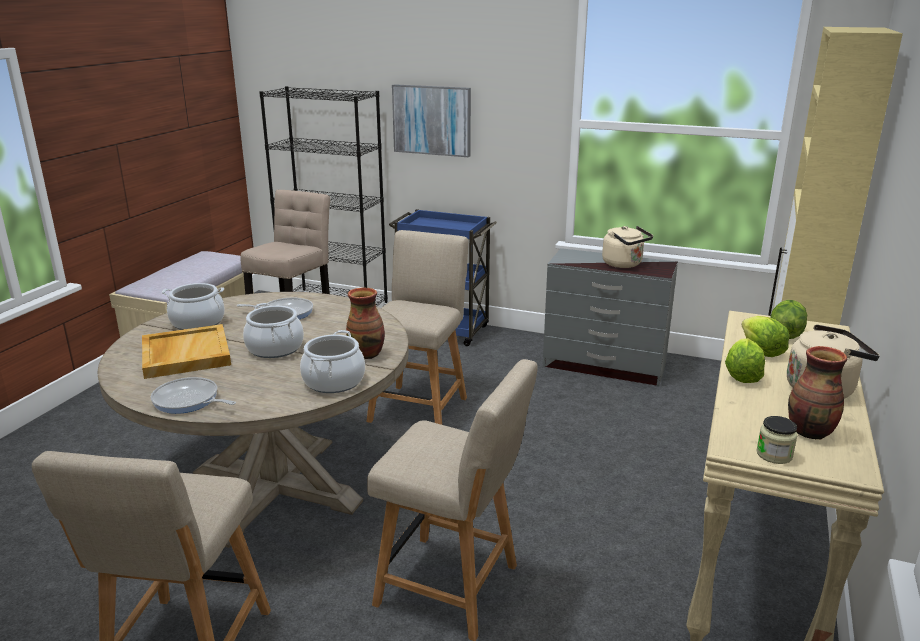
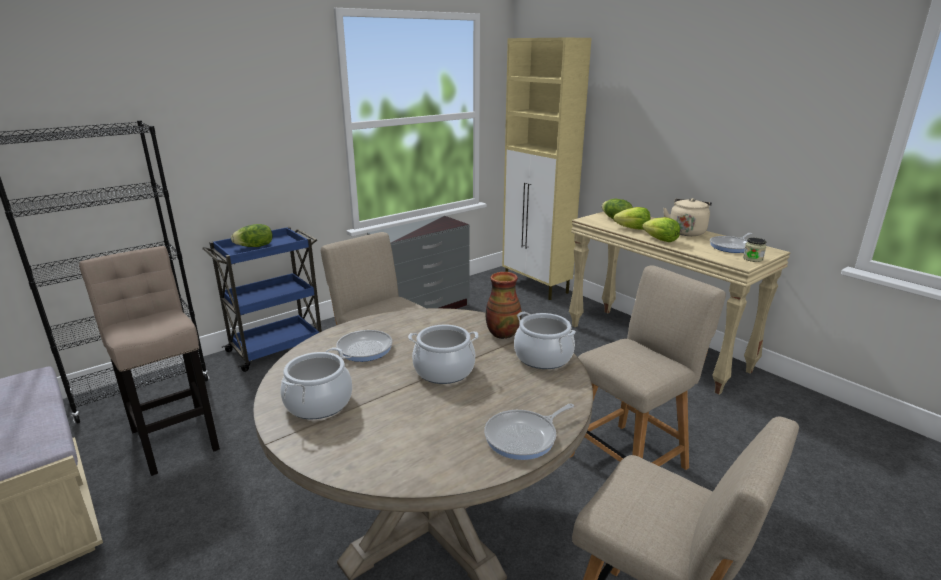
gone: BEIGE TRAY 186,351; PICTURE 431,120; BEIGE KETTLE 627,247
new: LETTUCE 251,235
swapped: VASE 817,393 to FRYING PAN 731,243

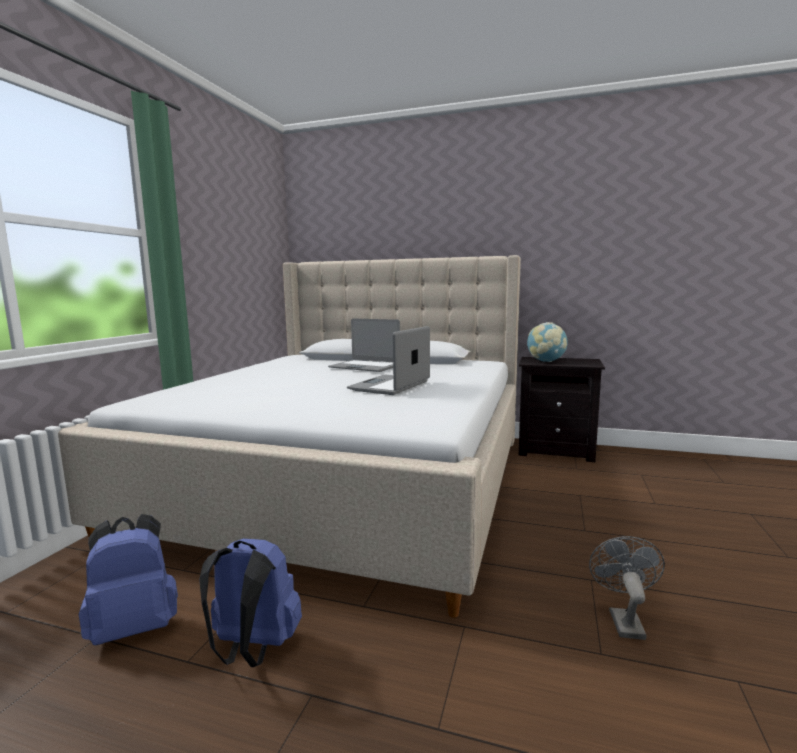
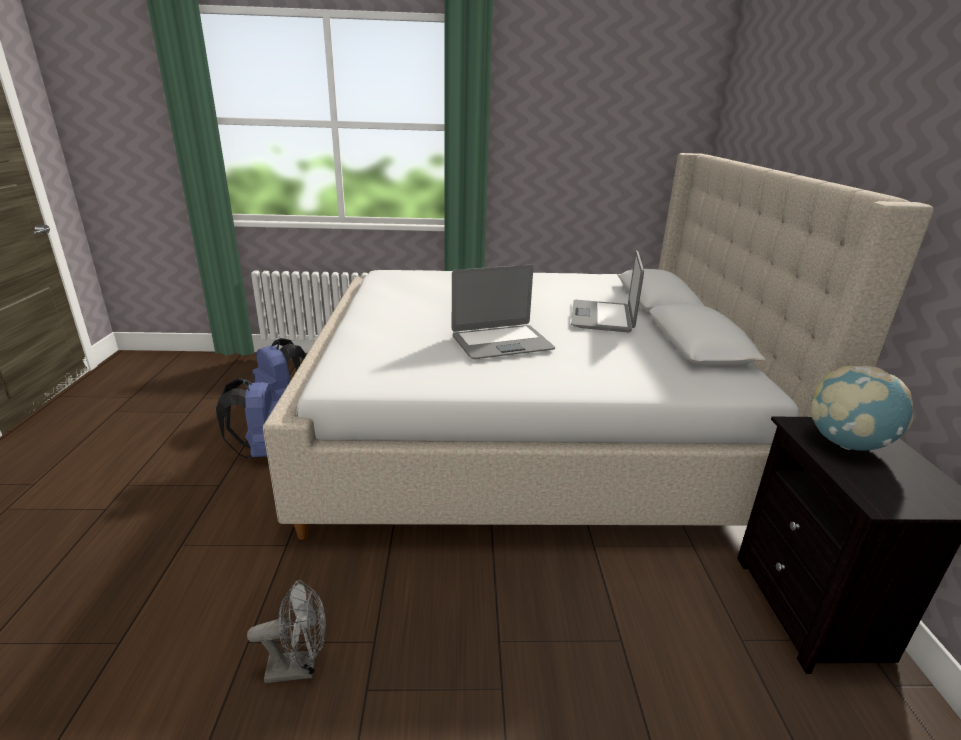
rotated: LAPTOP 388,360 = 503,312 150 degrees clockwise

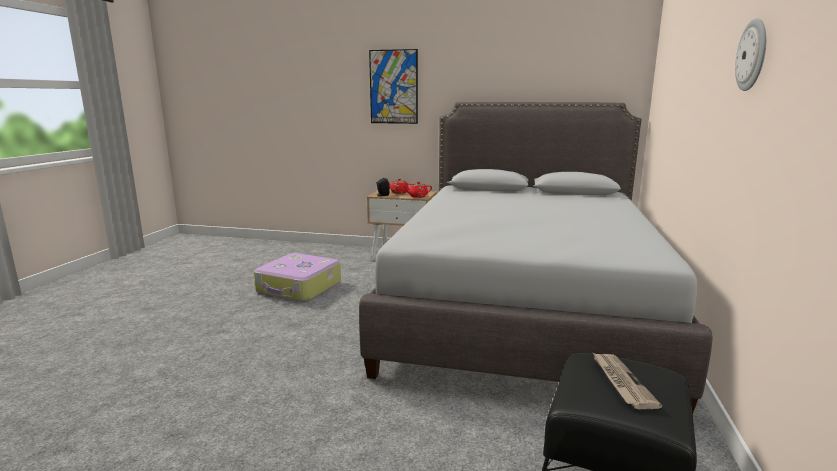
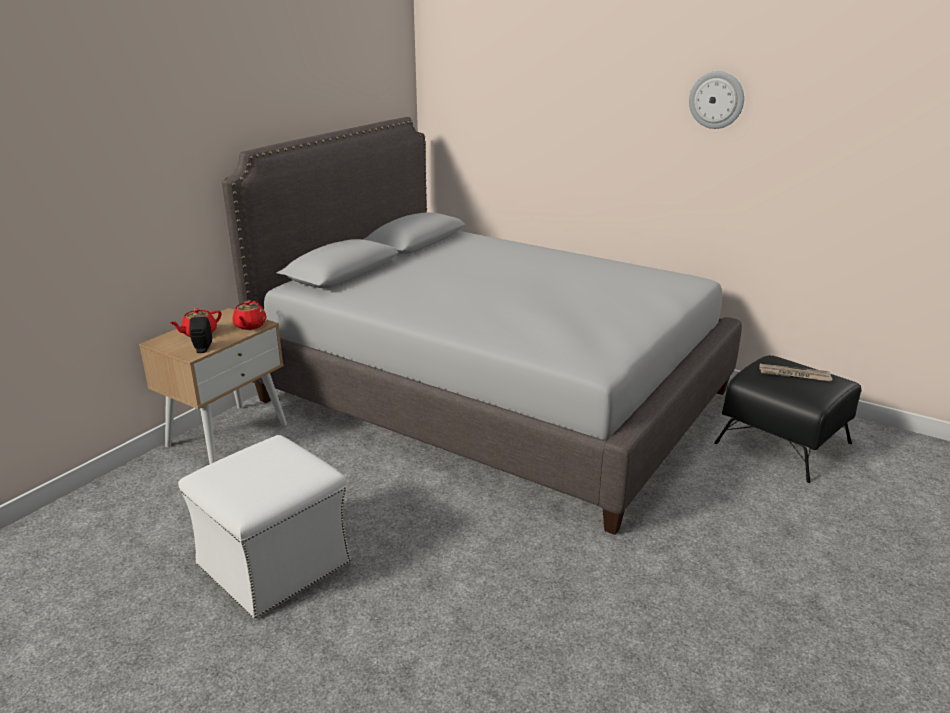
gone: PICTURE 393,86
swapped: SUITCASE 297,277 to WHITE OTTOMAN 264,527

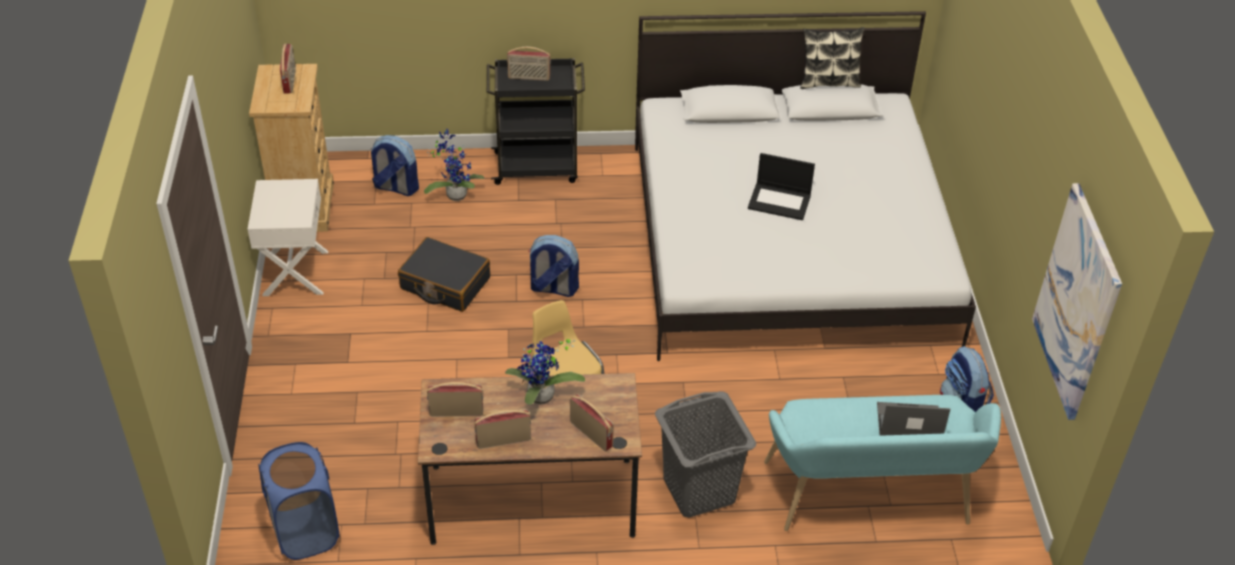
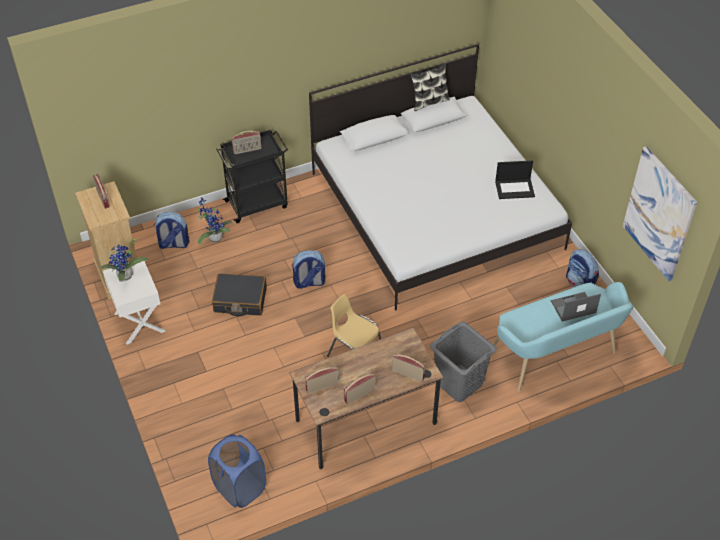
shifted: POTTED PLANT 545,372 to 124,260; LAPTOP 781,186 to 515,179

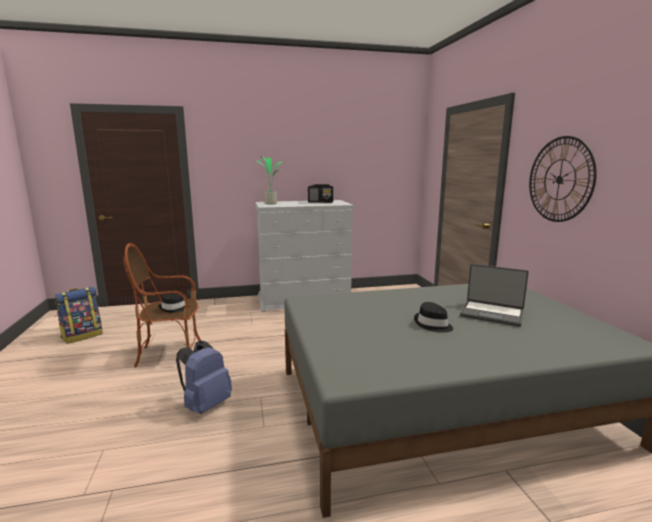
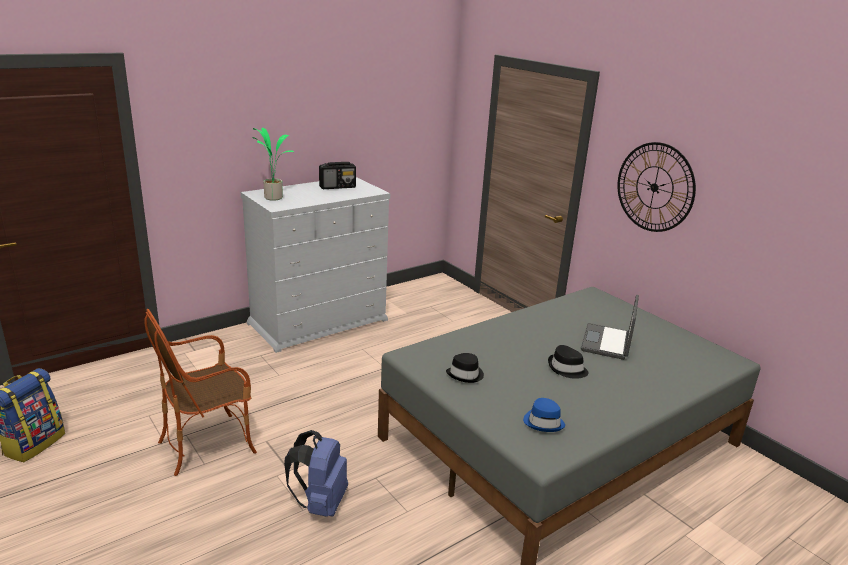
new: BLUE HAT 544,415
shifted: BLACK HAT 174,303 to 465,368
rotated: LAPTOP 494,295 = 610,327 105 degrees clockwise

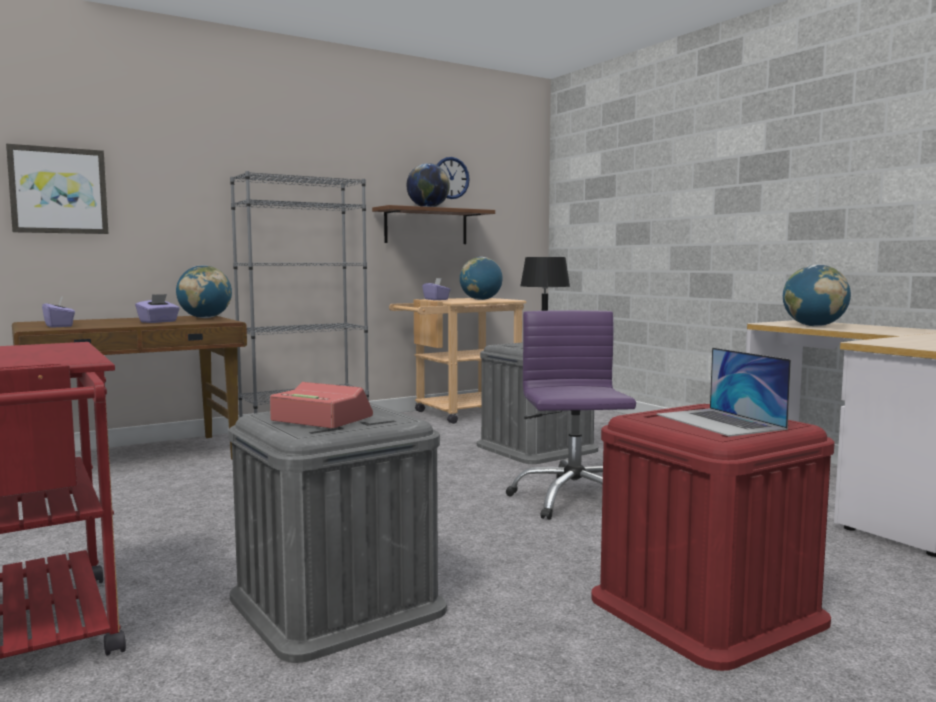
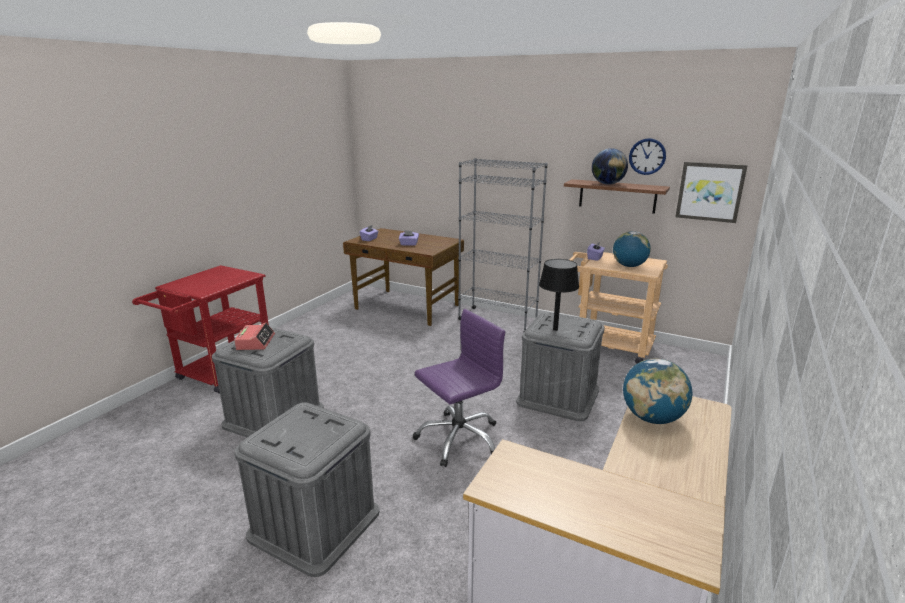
gone: GLOBE 204,291; LAPTOP 723,392
shifted: PICTURE 57,189 to 711,192
repainted: RED STORAGE BOX 713,537 to GREY STORAGE BOX 307,489

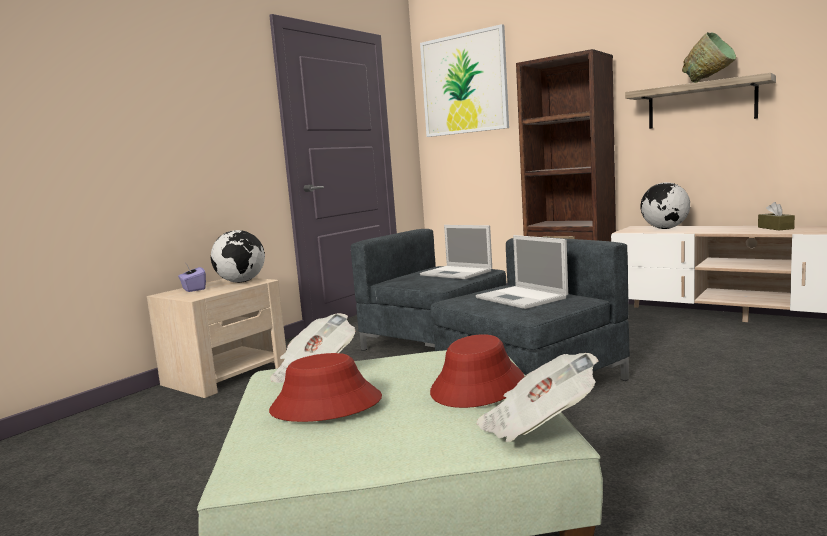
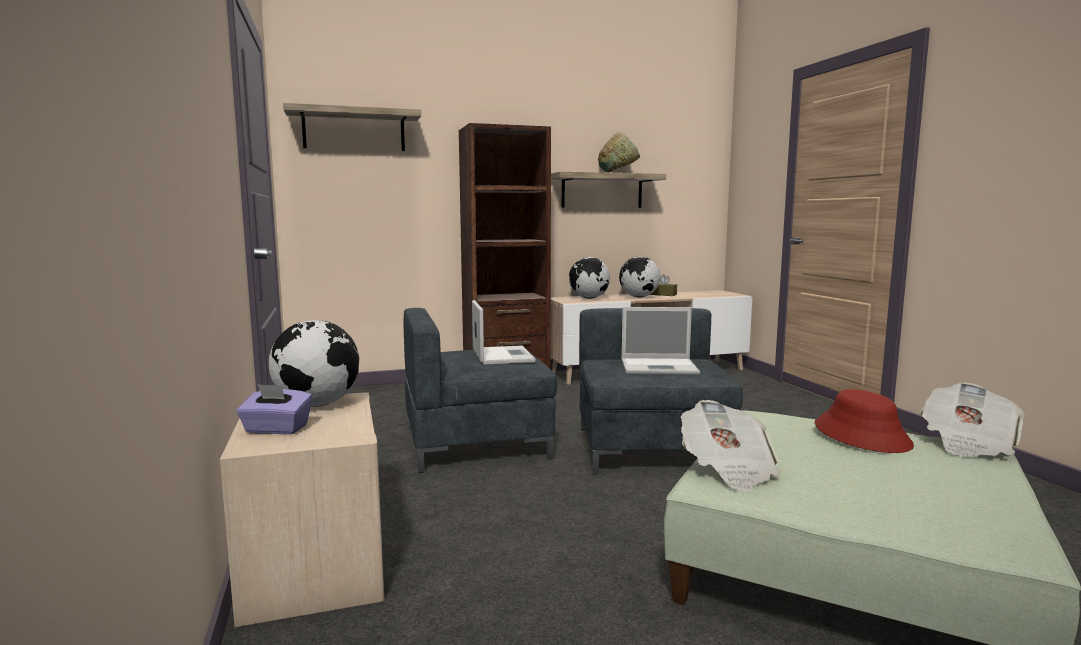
gone: RED HAT 325,387
new: GLOBE 639,276
swapped: PICTURE 464,80 to SHELF 352,127
rotated: LAPTOP 456,252 = 504,332 90 degrees counterclockwise

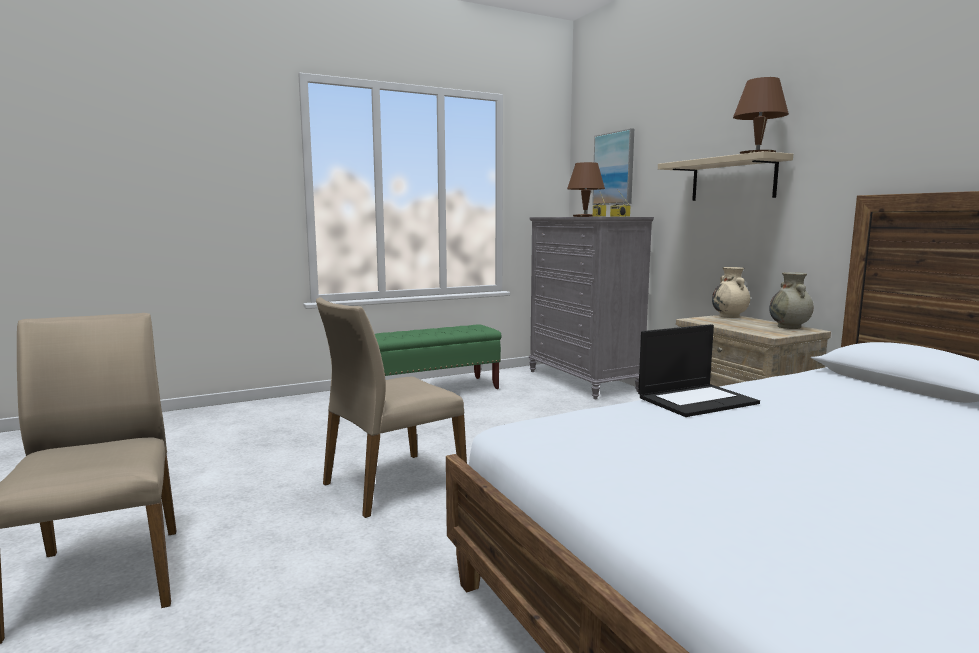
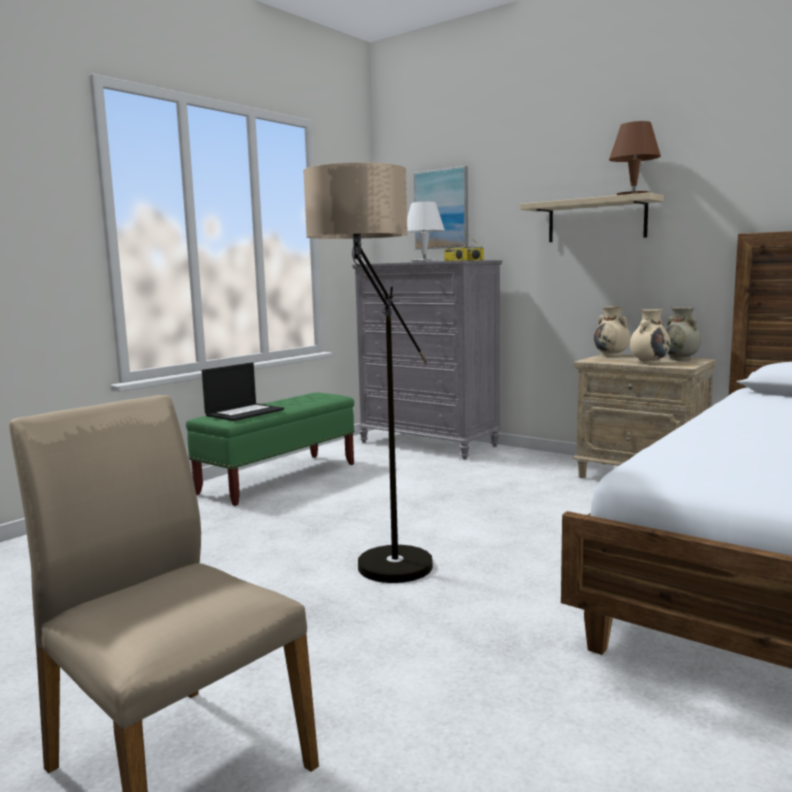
new: BEIGE VASE 650,336
shifted: LAPTOP 699,370 to 243,392
swapped: BEIGE CHAIR 391,407 to FLOOR LAMP 368,372
repainted: BROWN TABLE LAMP 586,189 to WHITE TABLE LAMP 426,232

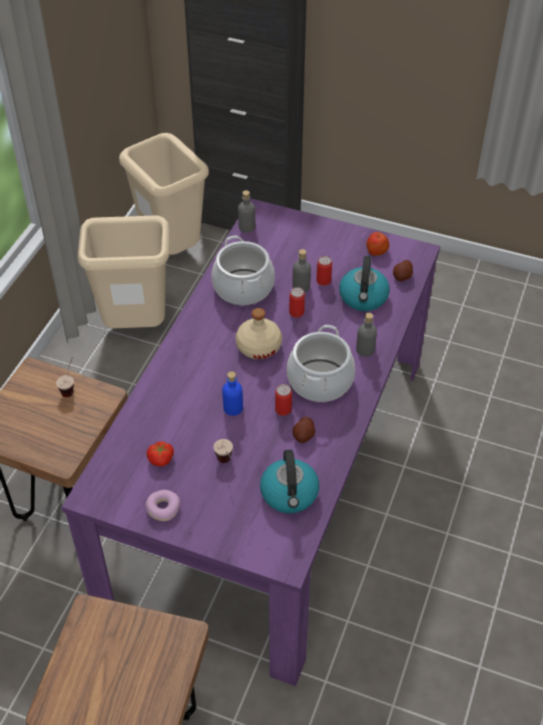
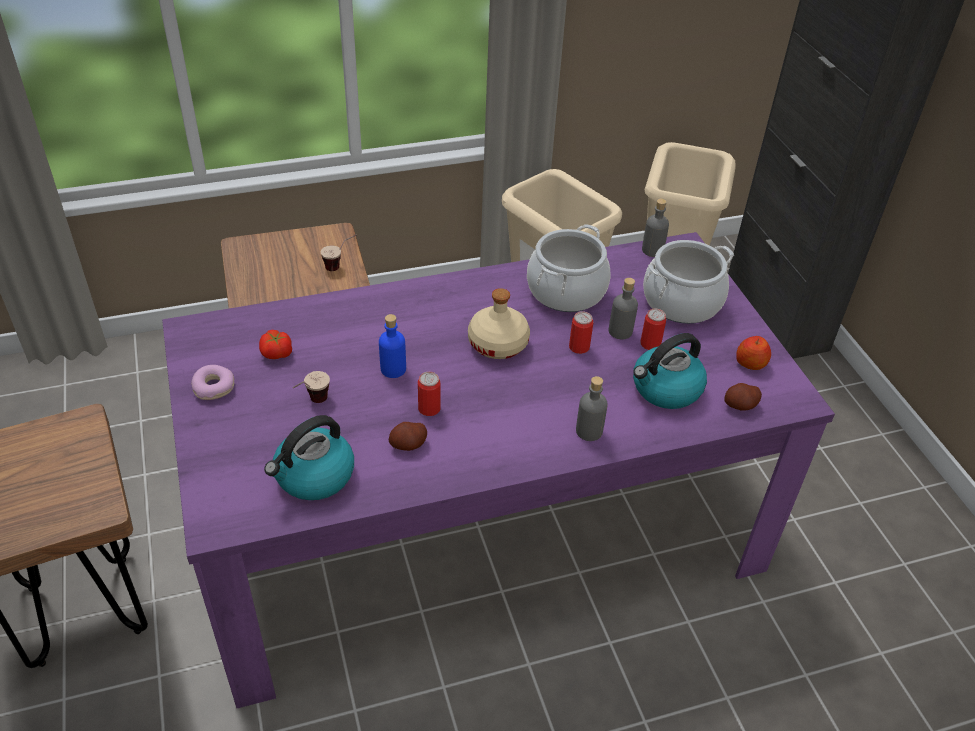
shifted: COOKING POT 321,363 to 688,282

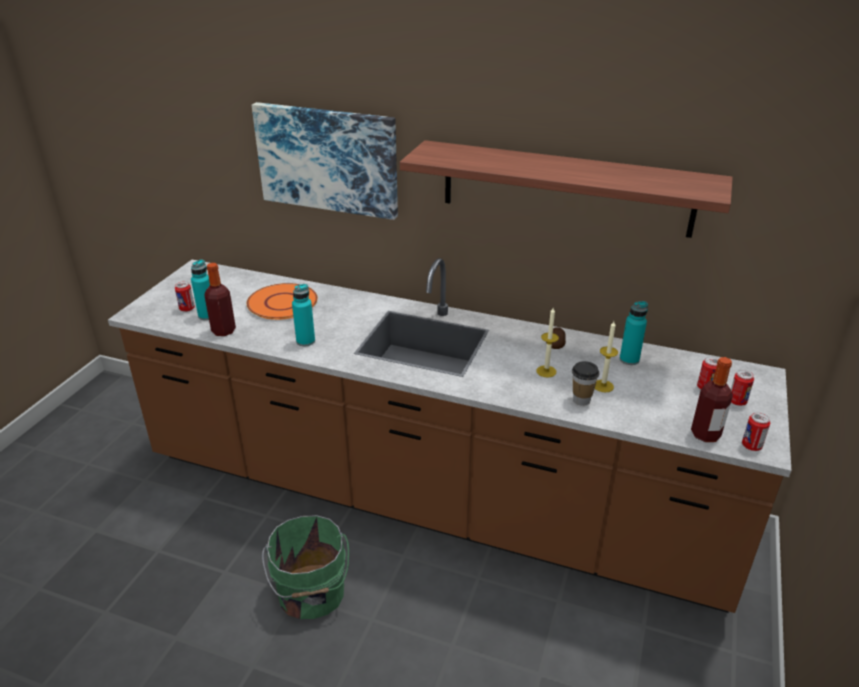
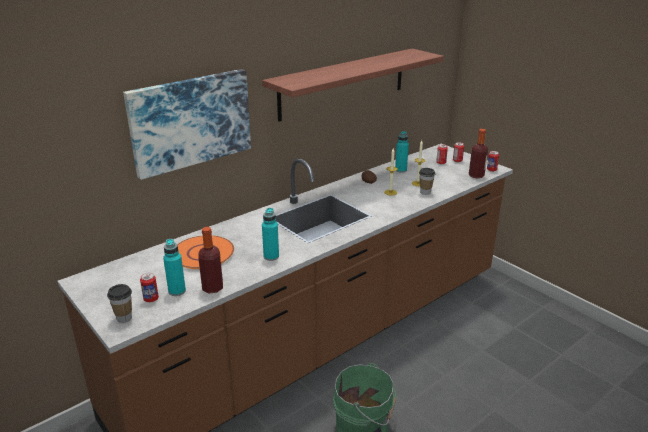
new: CUP 119,303

